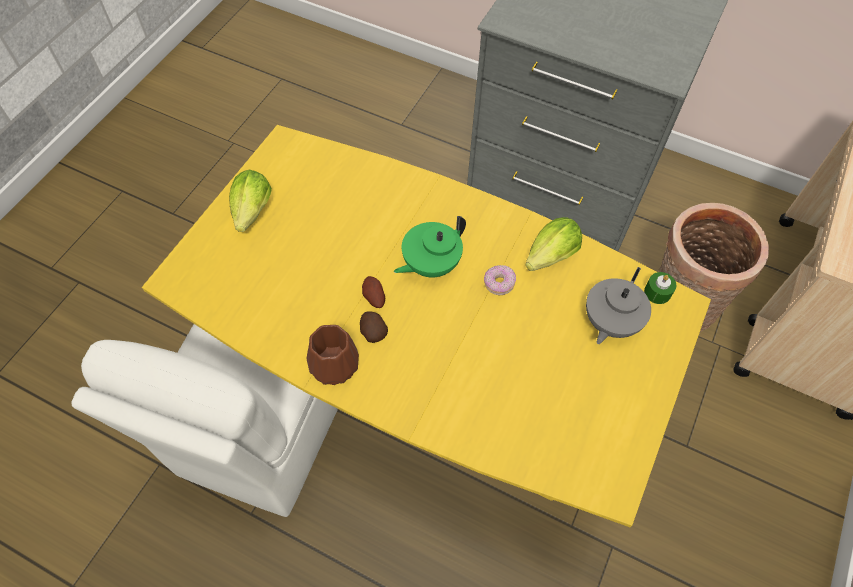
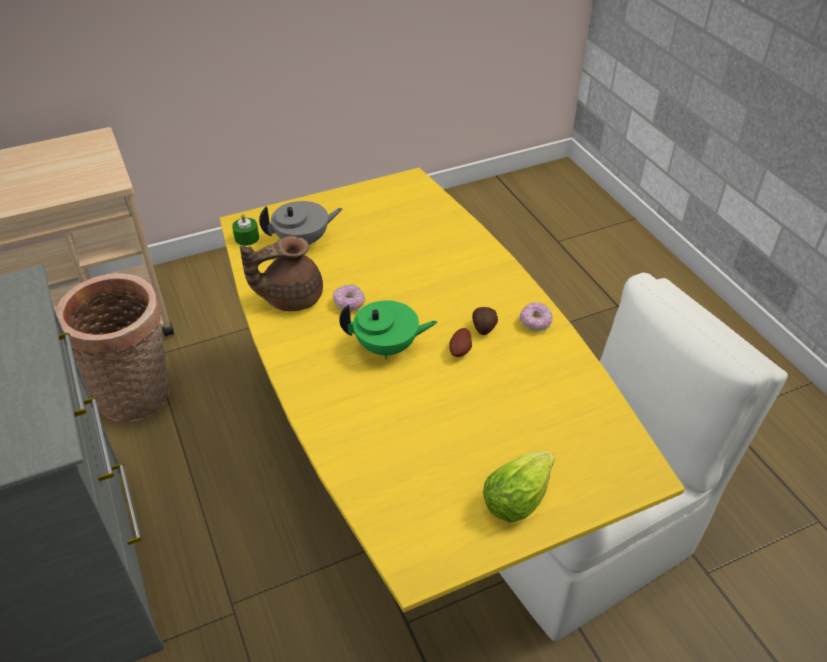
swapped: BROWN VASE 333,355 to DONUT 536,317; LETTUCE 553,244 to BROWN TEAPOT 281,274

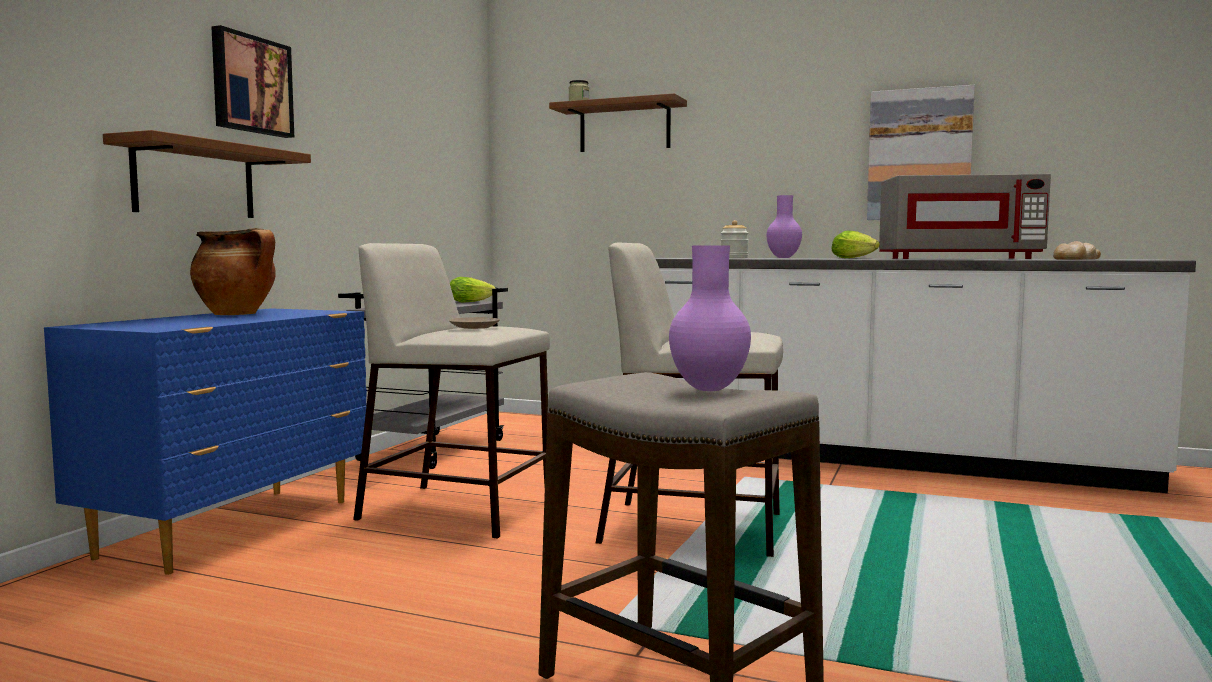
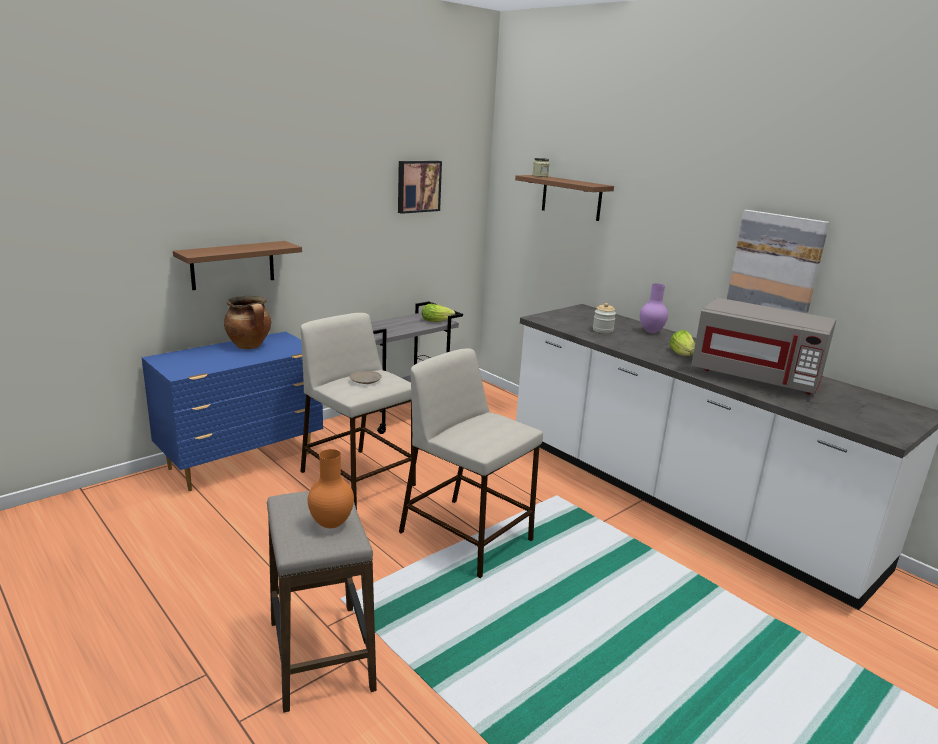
gone: BREAD 1077,250
shifted: PICTURE 252,81 to 420,187
repainted: PURPLE VASE 710,318 to ORANGE VASE 331,488

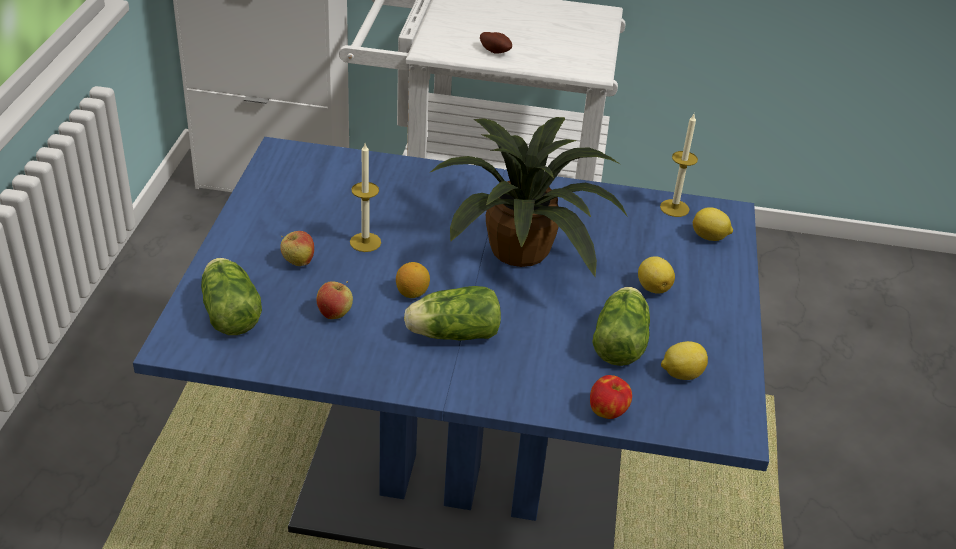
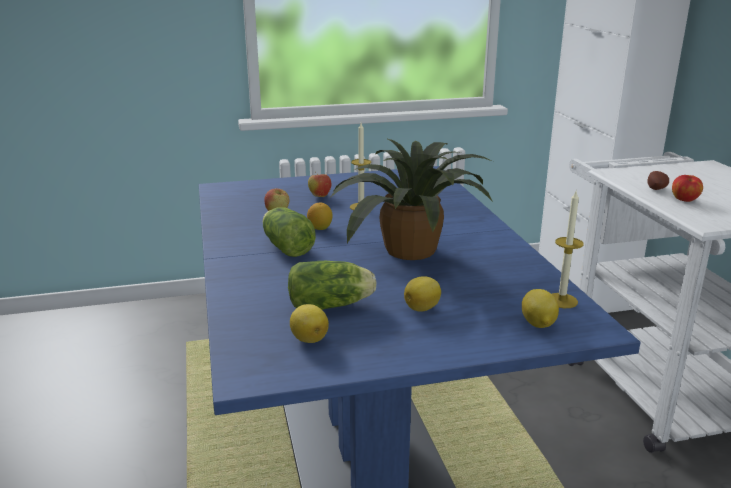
gone: LETTUCE 231,296
shifted: APPLE 611,397 to 687,188

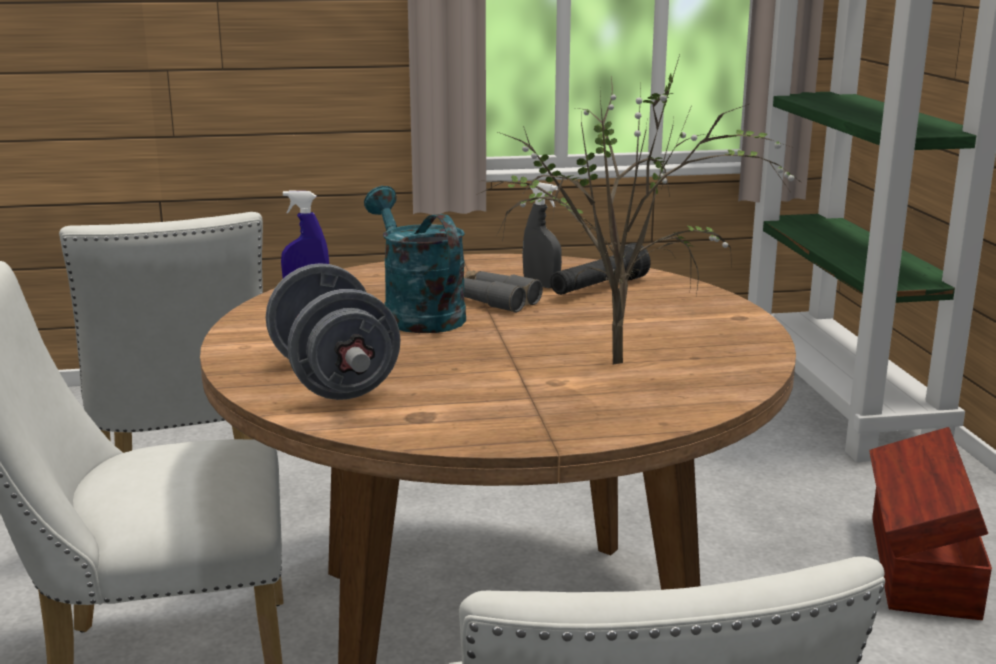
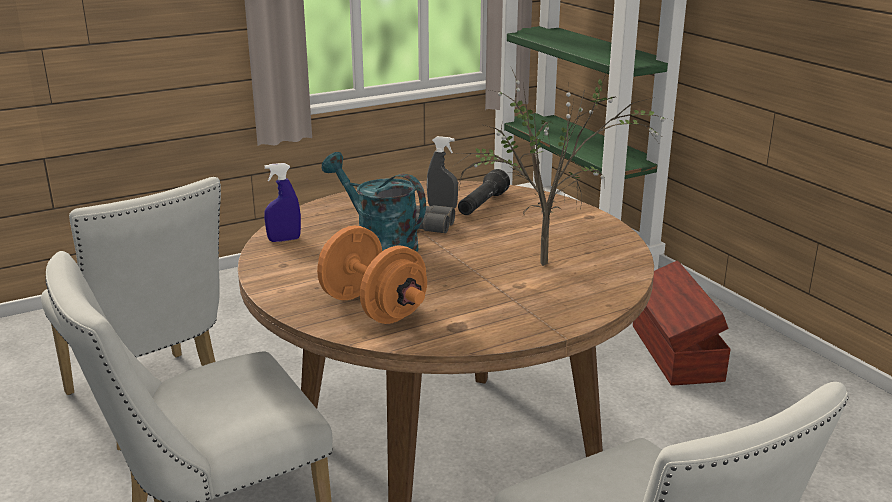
repainted: GREY DUMBBELL 333,331 to ORANGE DUMBBELL 372,275

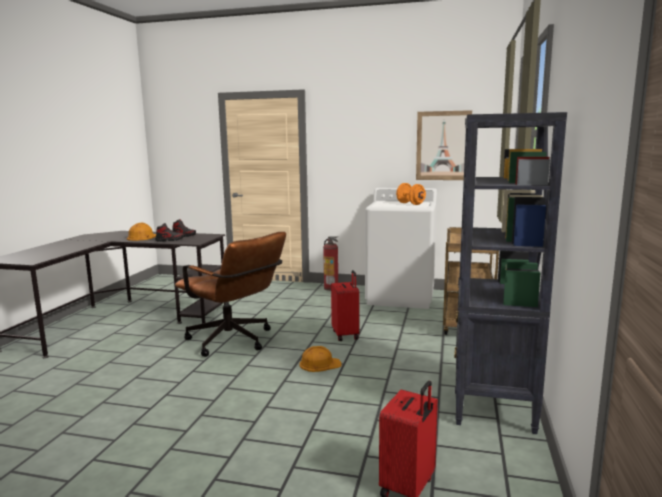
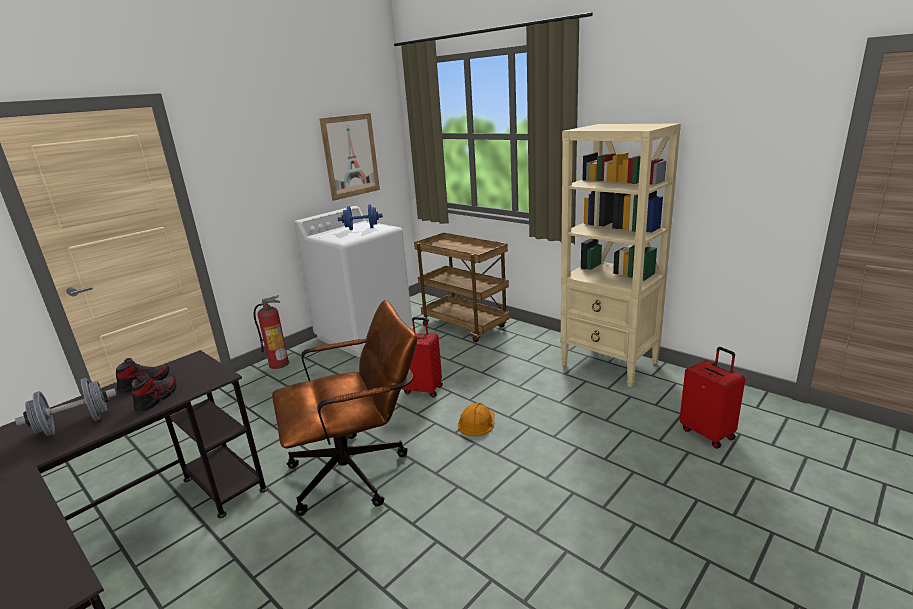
swapped: ORANGE HARD HAT 141,231 to GREY DUMBBELL 66,407
repainted: ORANGE DUMBBELL 411,194 to BLUE DUMBBELL 360,217; BLACK BOOKCASE 510,273 to BEIGE BOOKCASE 620,255

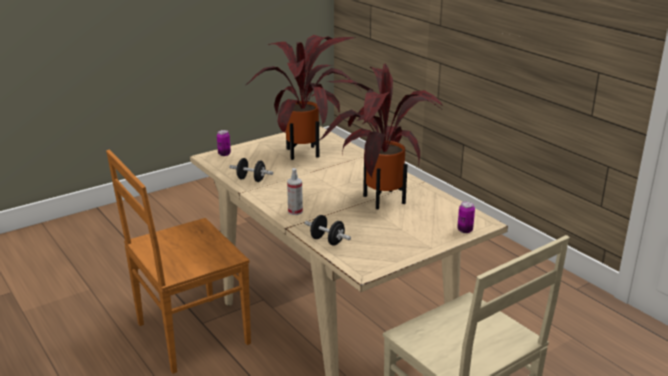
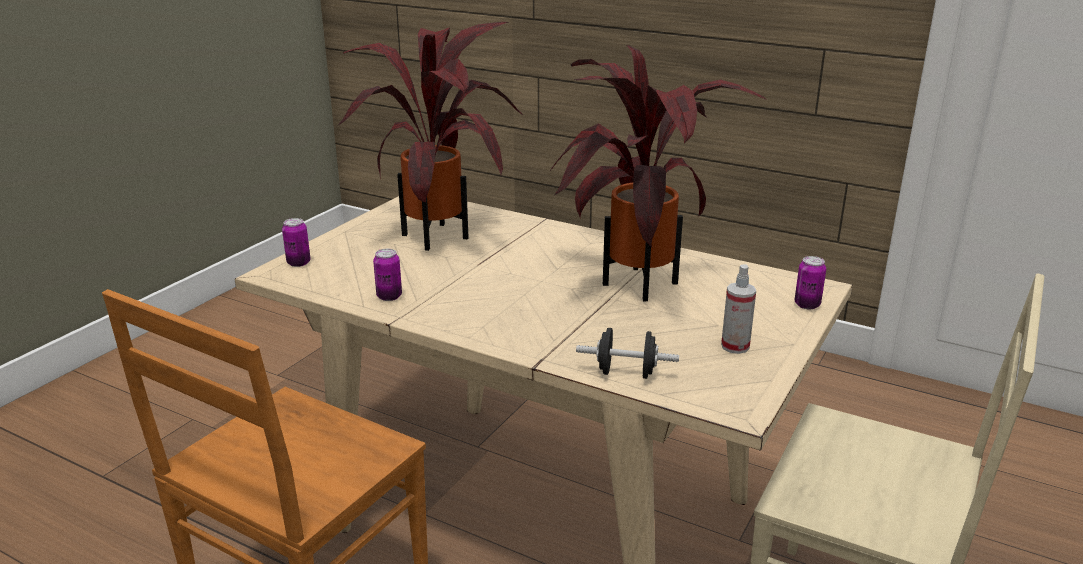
shifted: SPRAY BOTTLE 295,191 to 738,309
swapped: BLACK DUMBBELL 251,170 to CAN 387,275

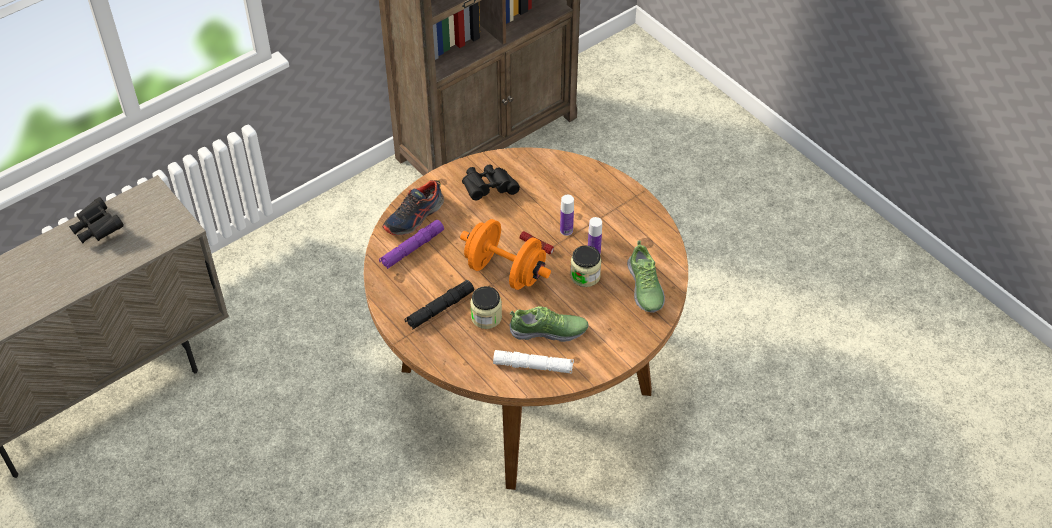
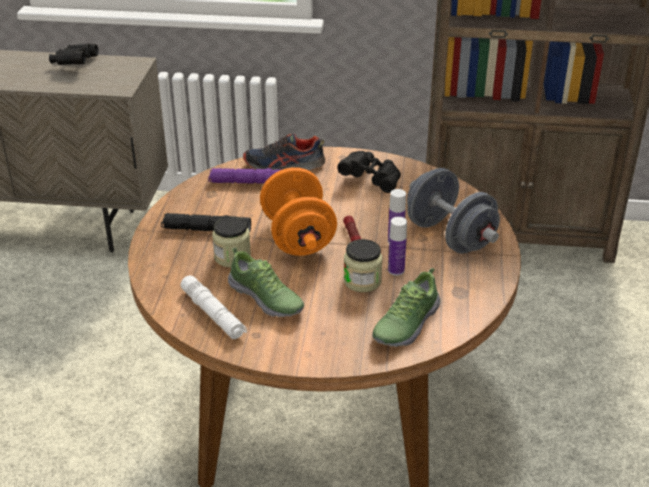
new: GREY DUMBBELL 453,211

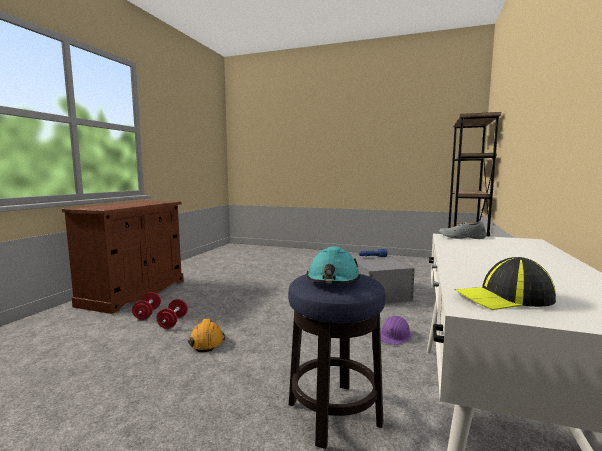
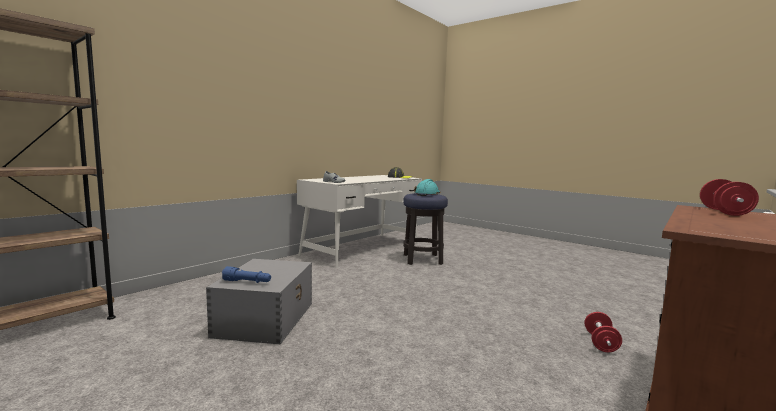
gone: ORANGE HARD HAT 206,335; PURPLE HARD HAT 396,330
shifted: RED DUMBBELL 172,314 to 729,197

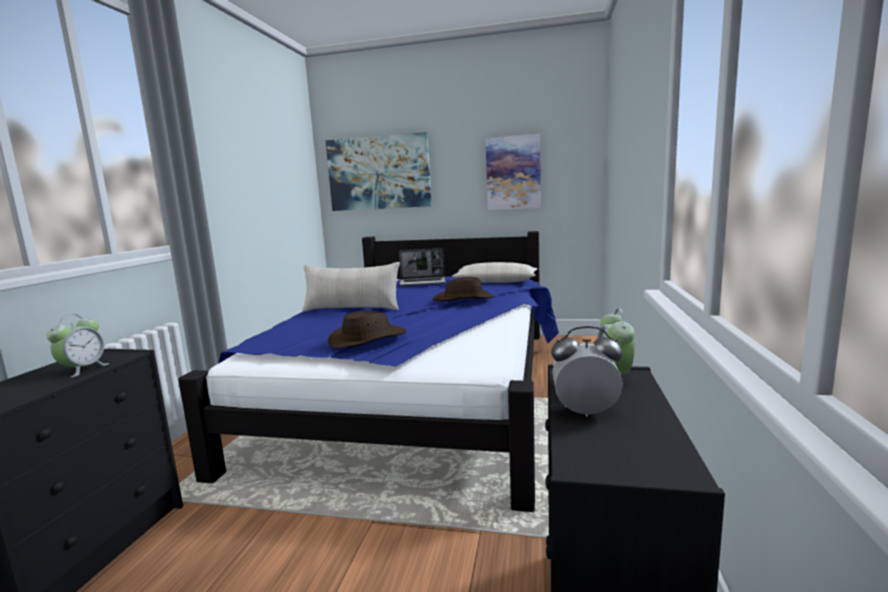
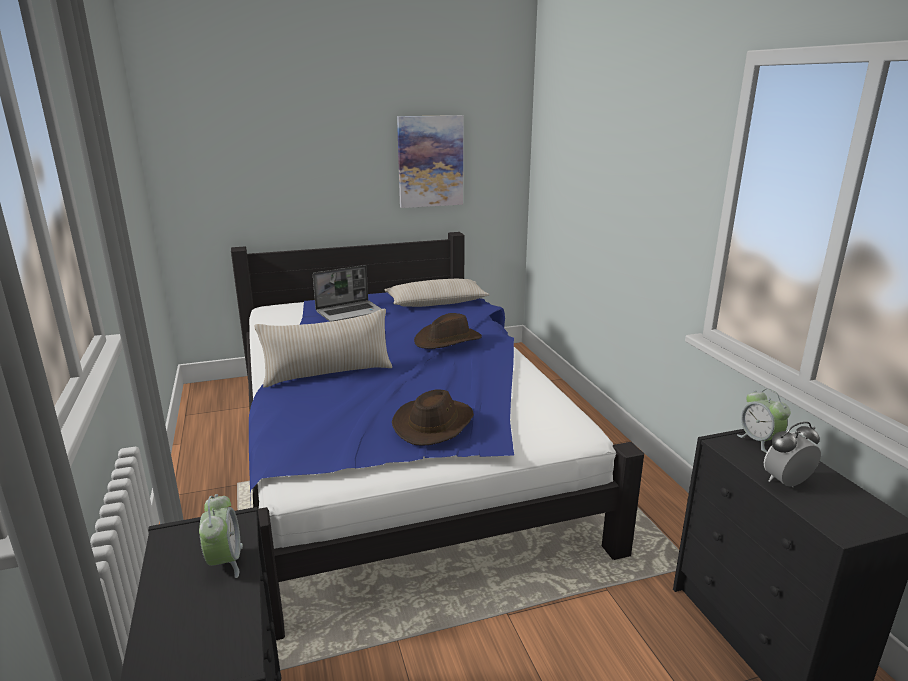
gone: PICTURE 378,171

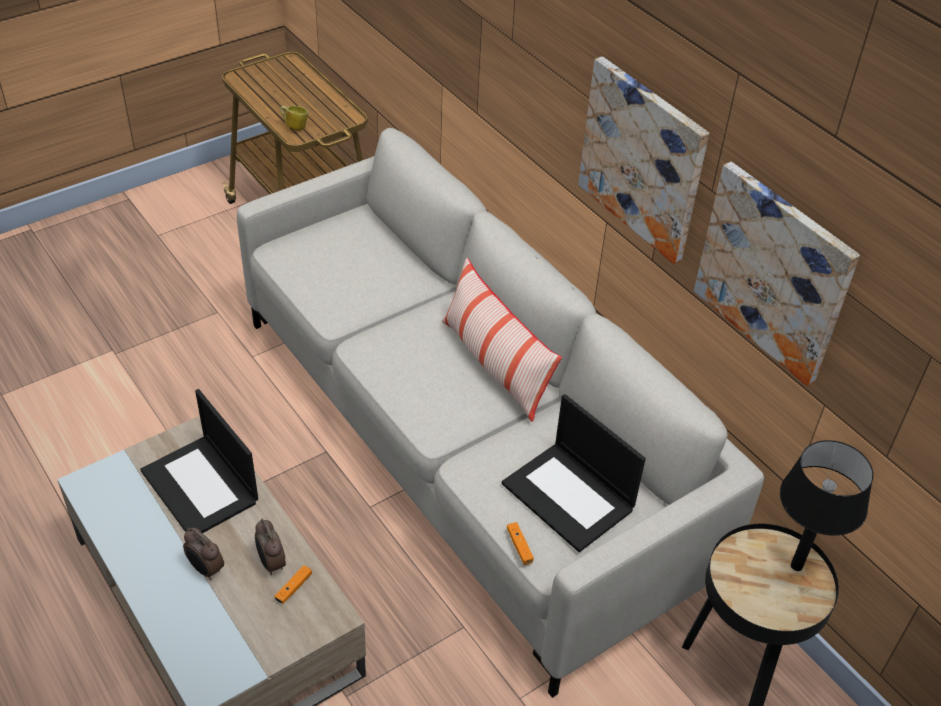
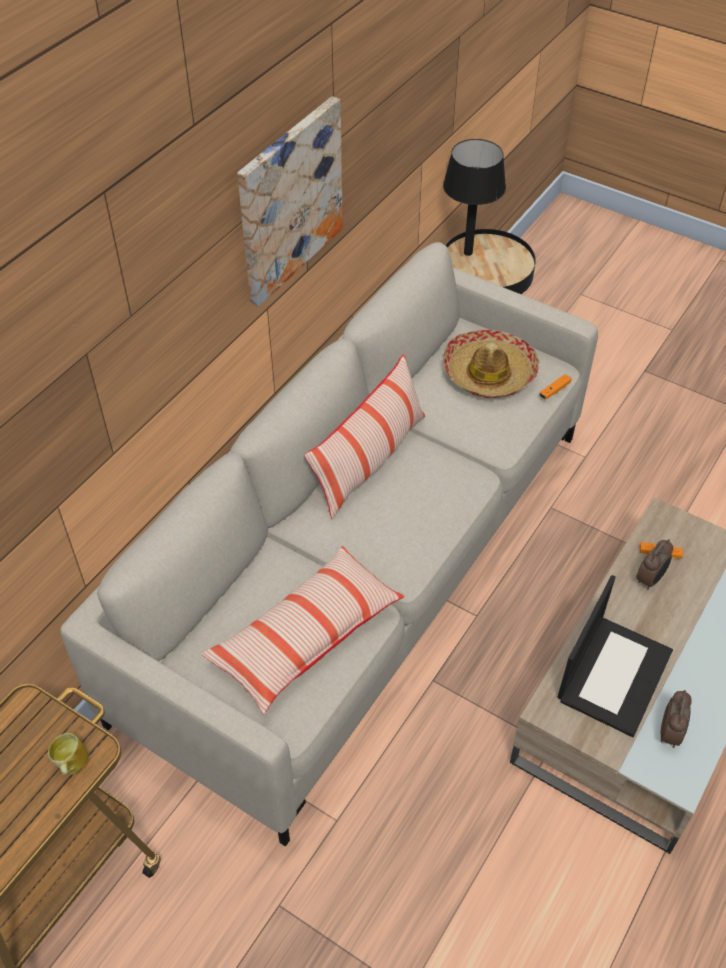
gone: PICTURE 777,274
new: PILLOW 302,630
shifted: ALARM CLOCK 203,554 to 676,719
swapped: LAPTOP 574,473 to HAT 491,364

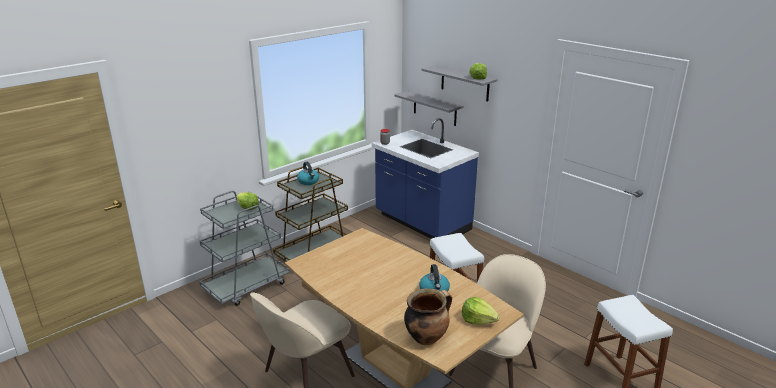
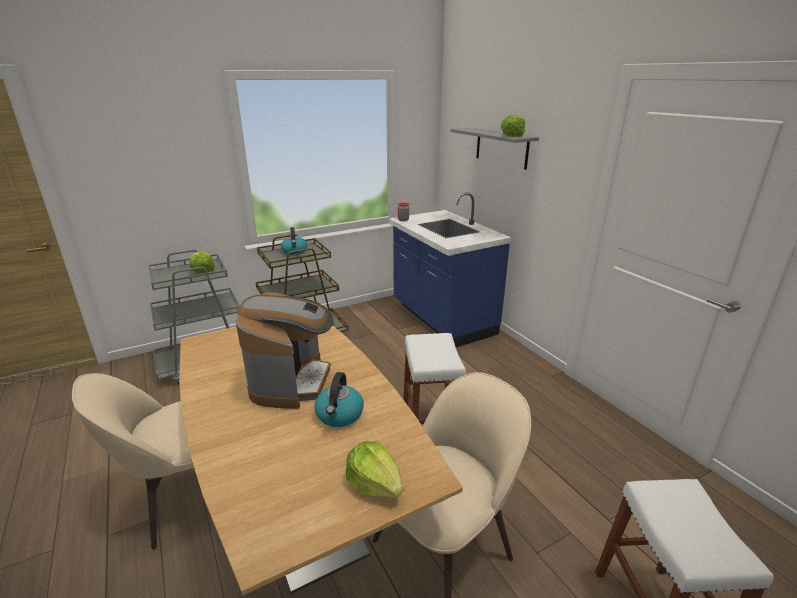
gone: GREY SHELF 429,108; COOKING POT 428,316
new: COFFEE MACHINE 284,350

